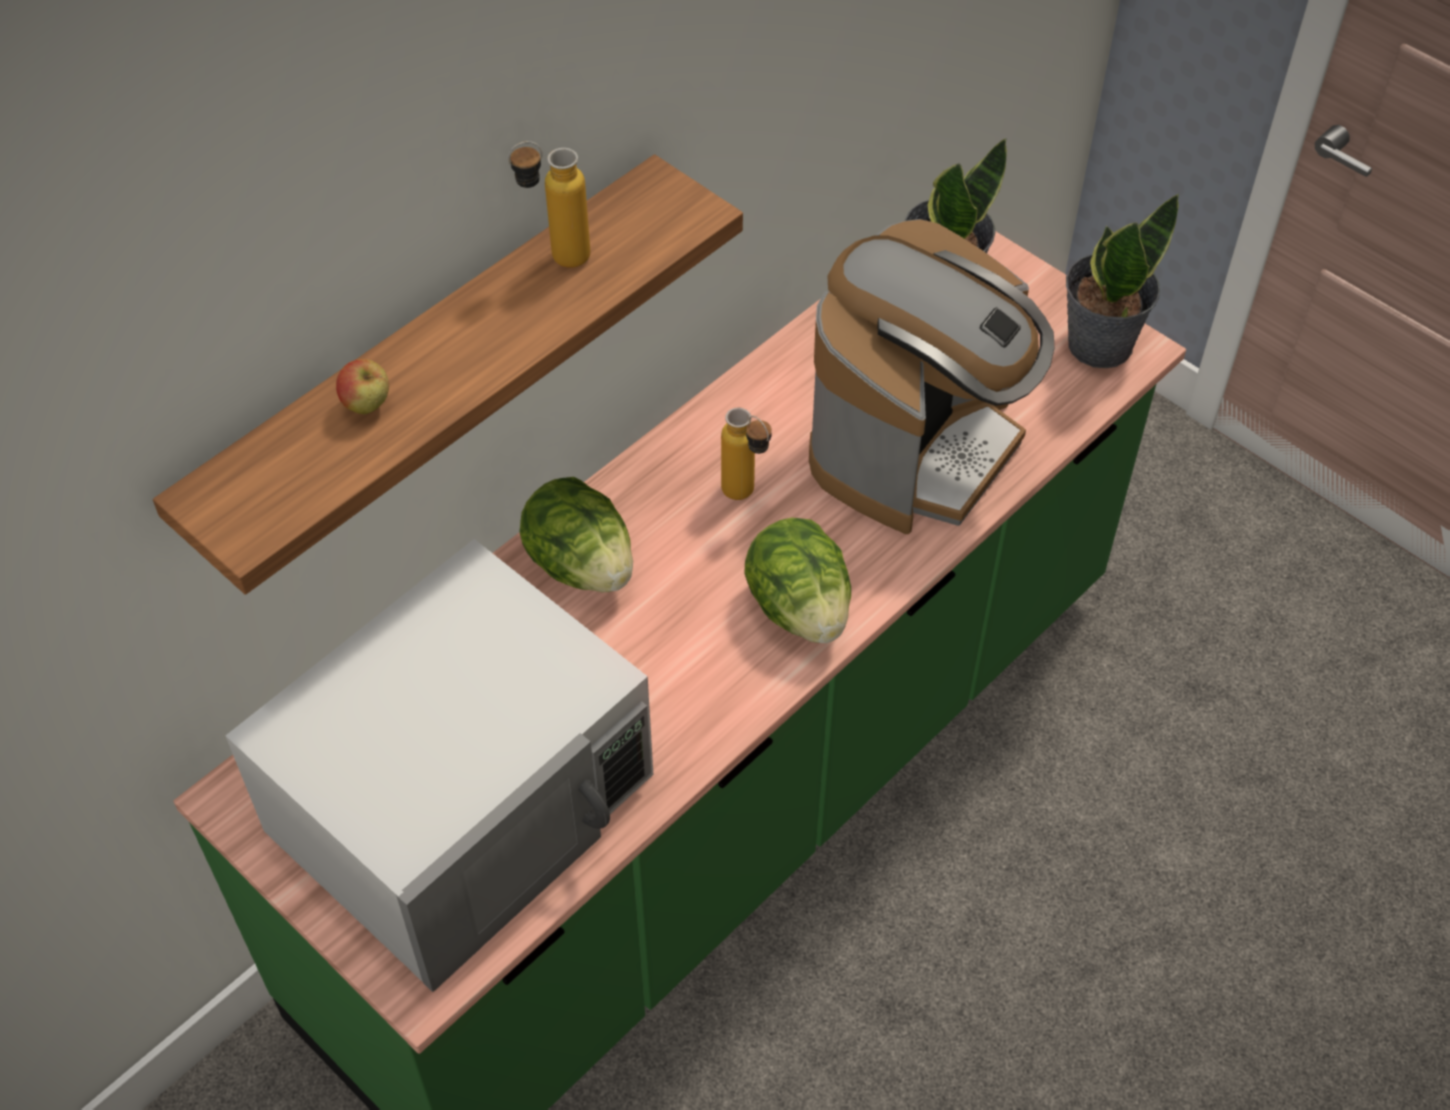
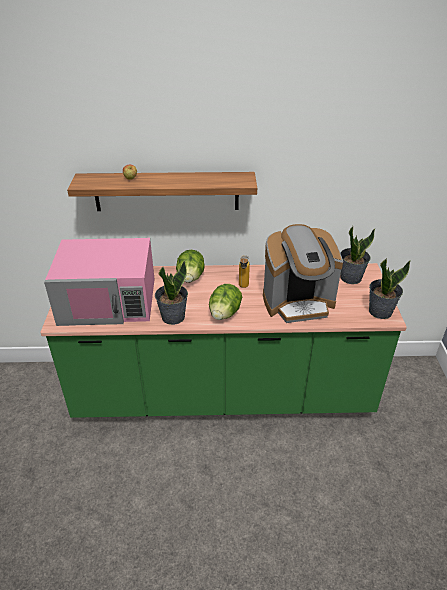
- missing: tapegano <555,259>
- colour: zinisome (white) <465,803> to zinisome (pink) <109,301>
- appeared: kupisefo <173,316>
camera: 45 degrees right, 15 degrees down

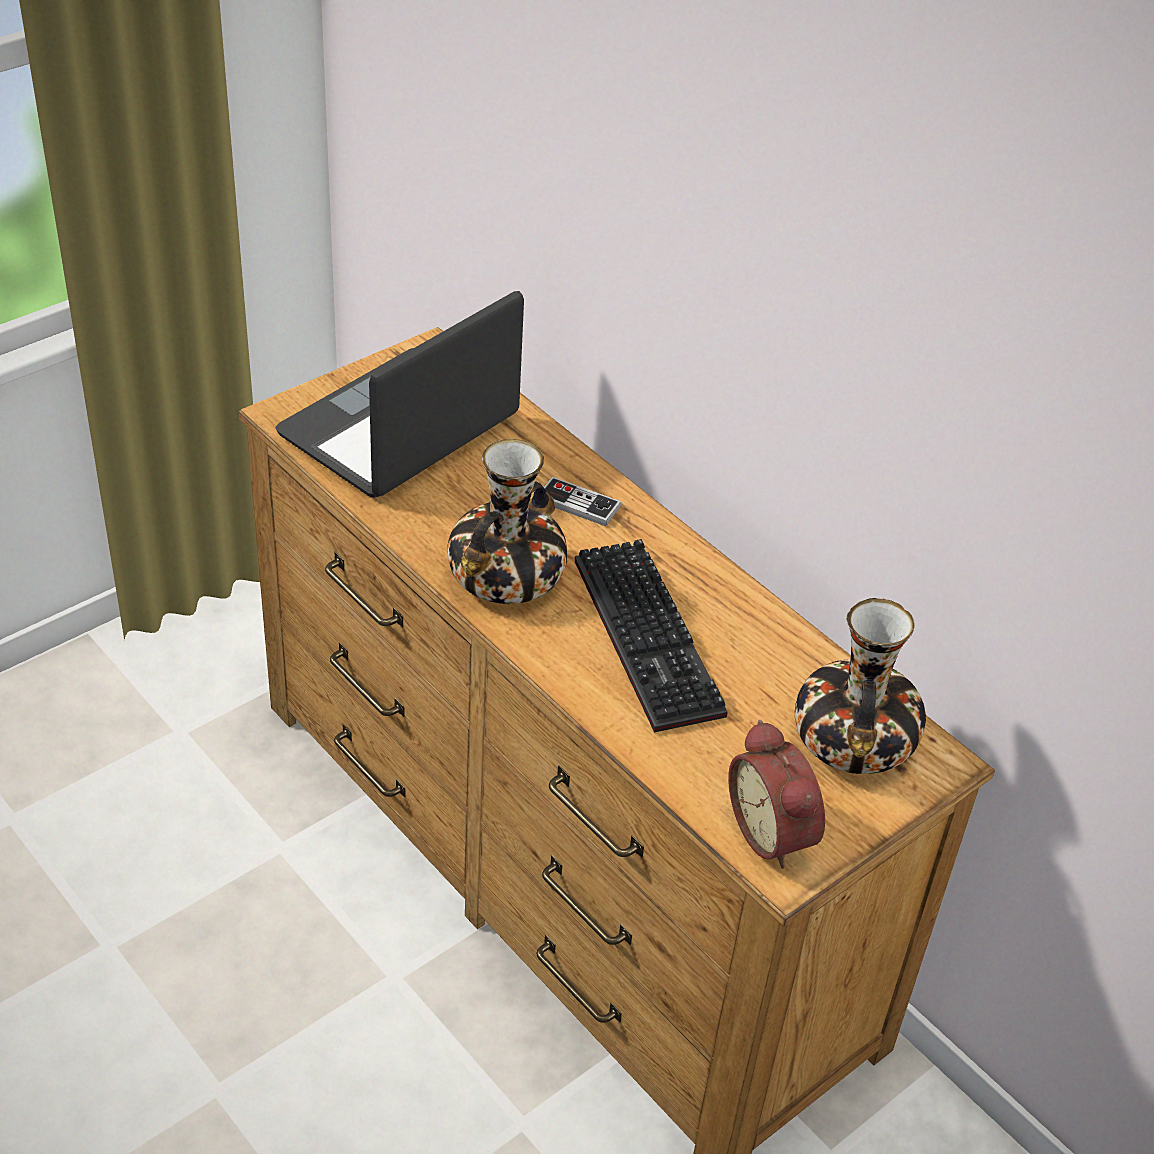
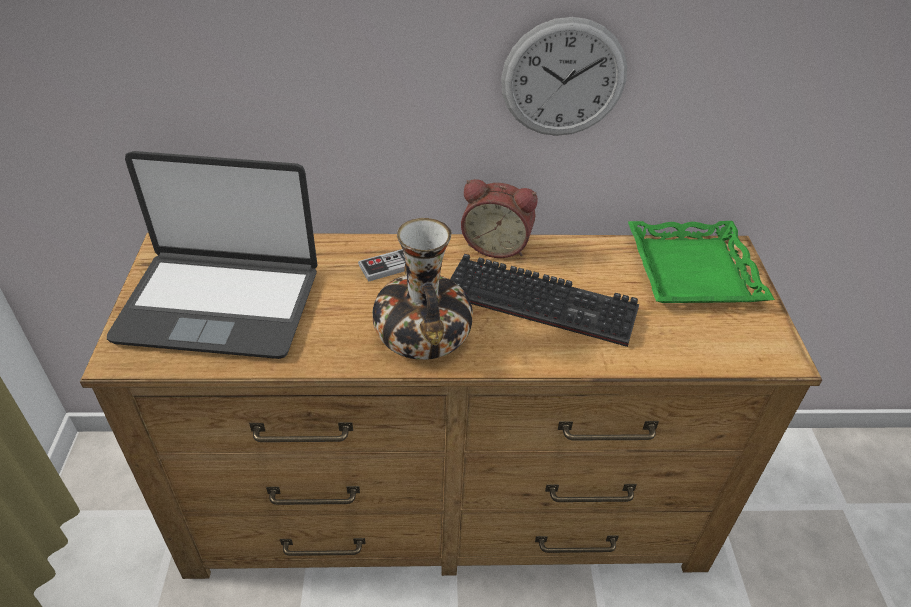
- spun: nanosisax <401,428> = <220,304> 75 degrees counterclockwise
- exchanged: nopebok <853,741> to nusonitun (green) <694,271>
- relocated: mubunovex <775,832> to <497,245>
- appeared: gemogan <563,79>
camera: 50 degrees left, 0 degrees up

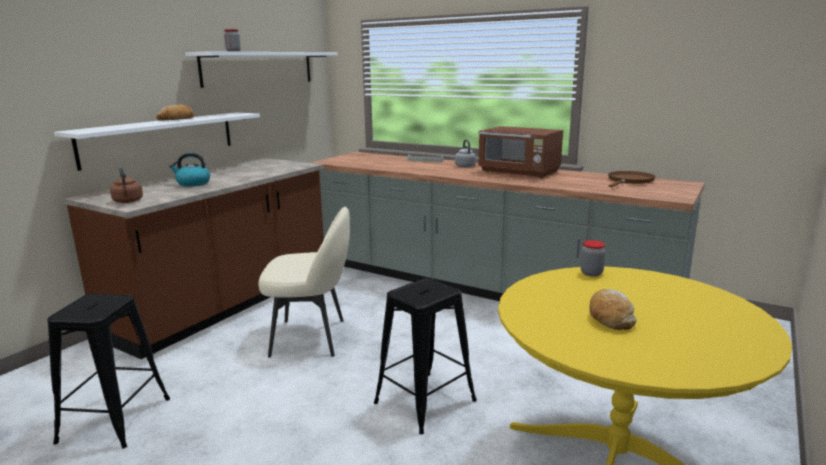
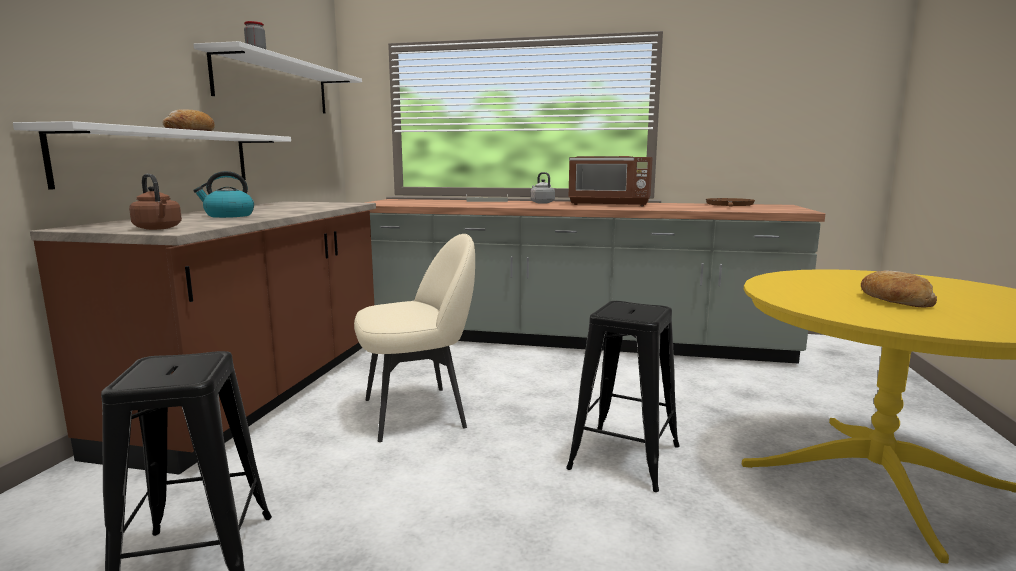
- missing: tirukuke <591,273>
camera: 20 degrees left, 5 degrees down

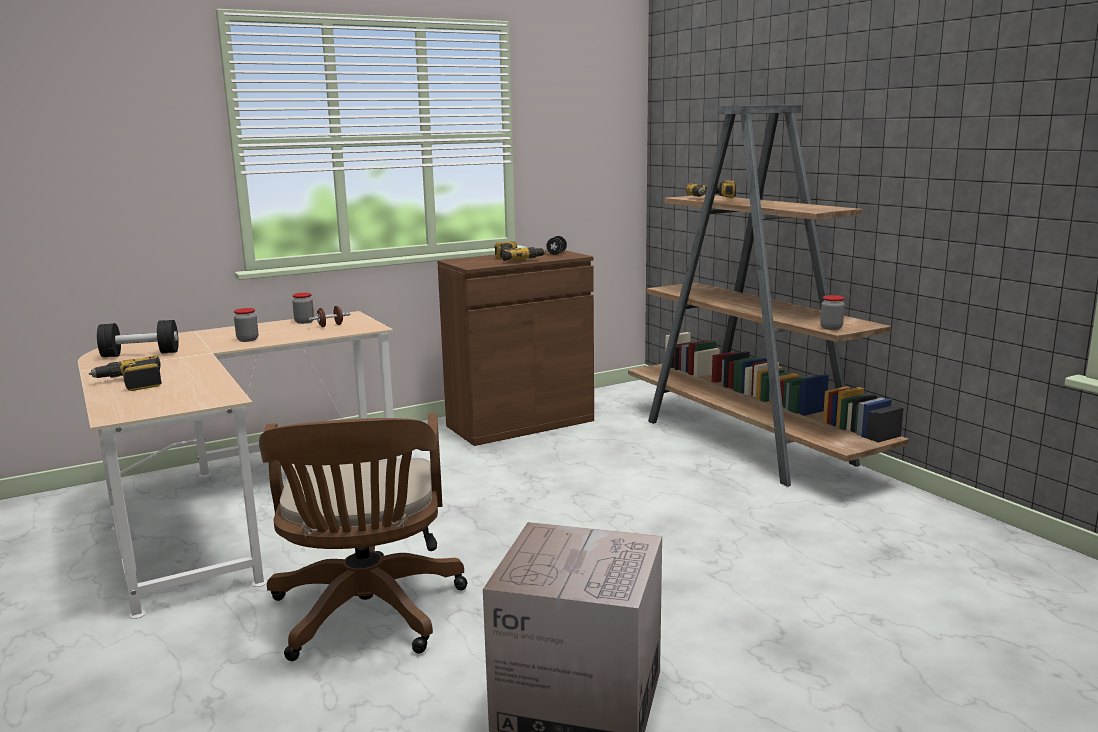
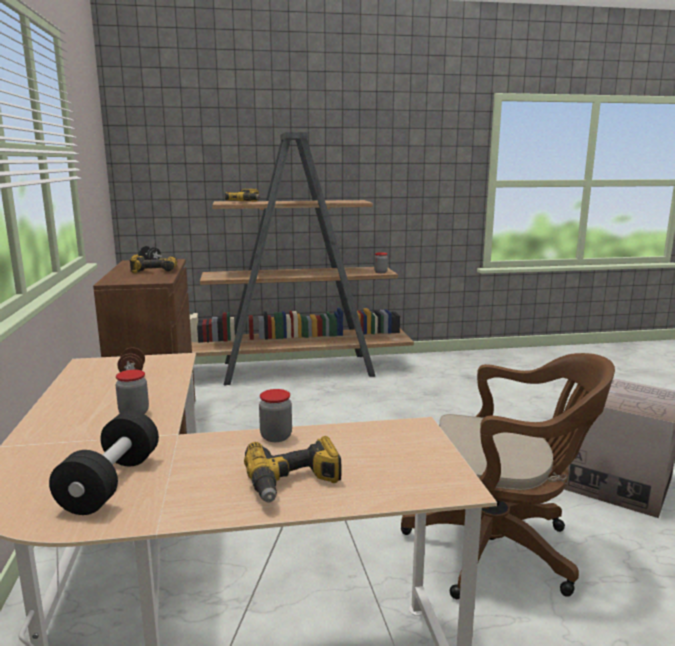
- relocated: tirukuke <304,322> to <276,437>
camera: 70 degrees left, 0 degrees up

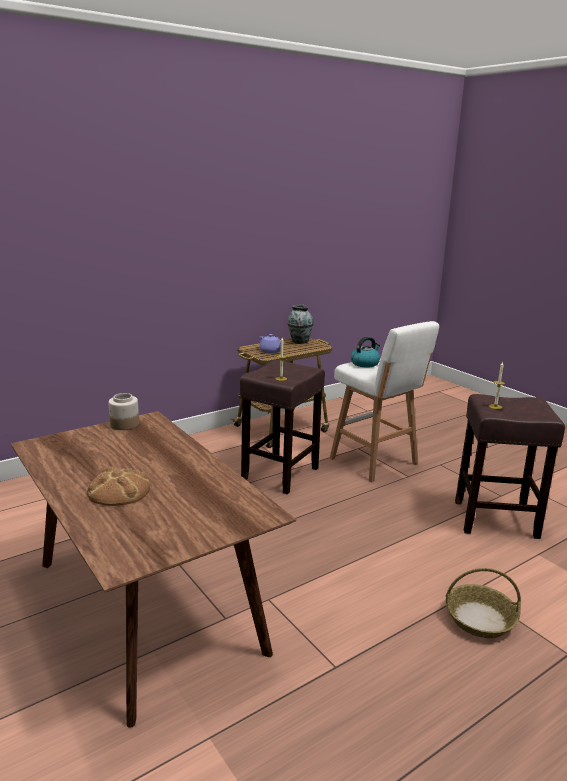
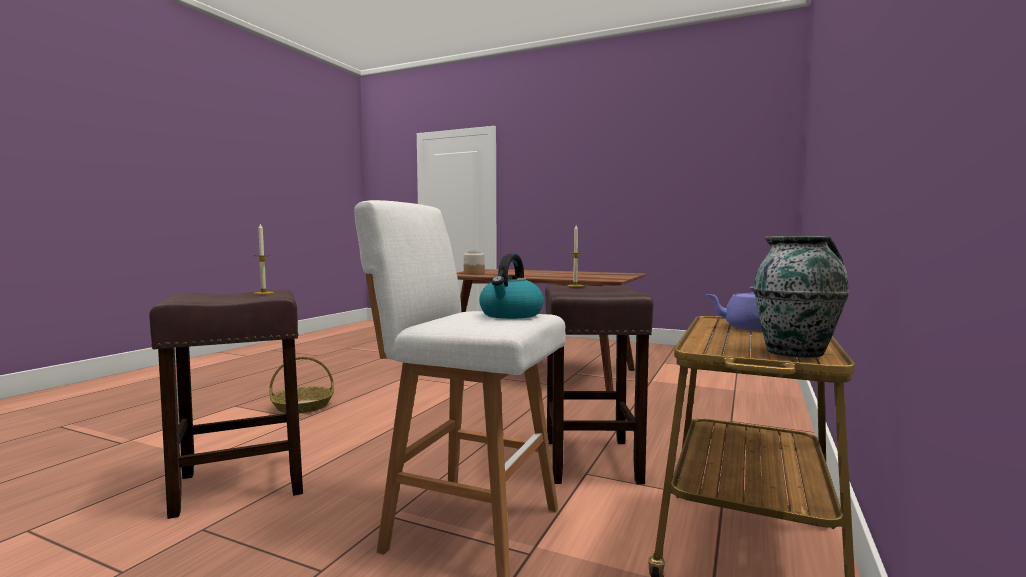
- relocated: tirukuke <124,425> to <474,273>
- missing: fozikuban <119,490>
camera: 150 degrees right, 15 degrees down

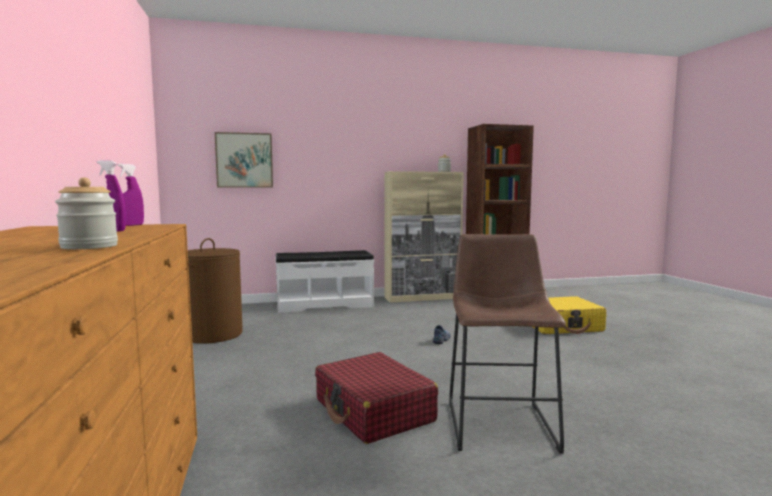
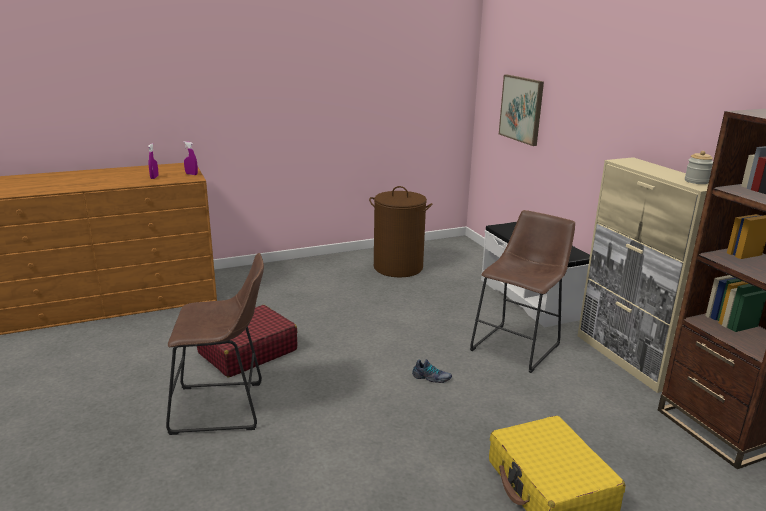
- missing: tirukuke <89,246>
- appeared: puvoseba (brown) <518,345>
camera: 80 degrees right, 15 degrees up

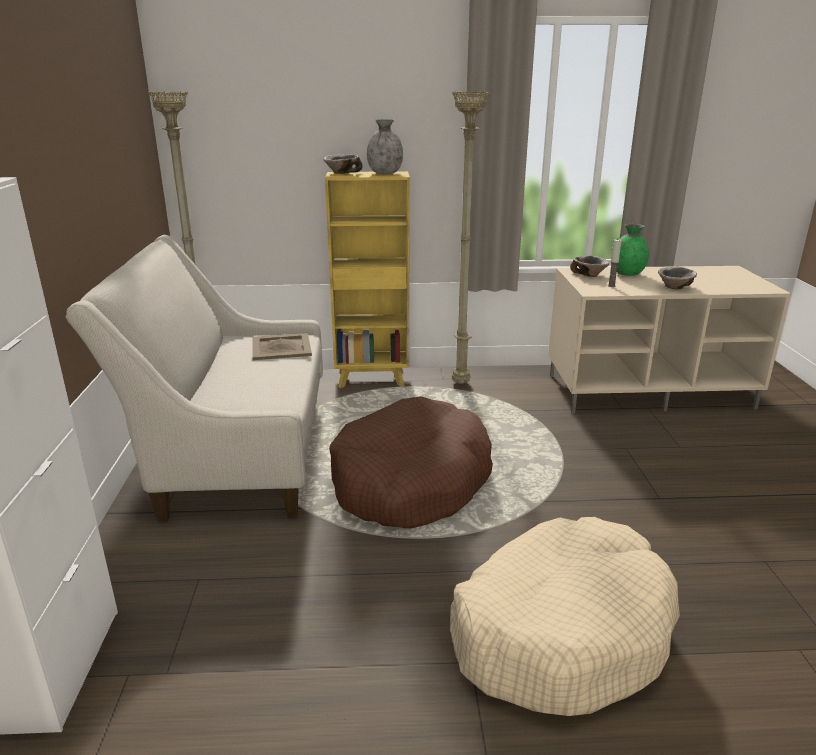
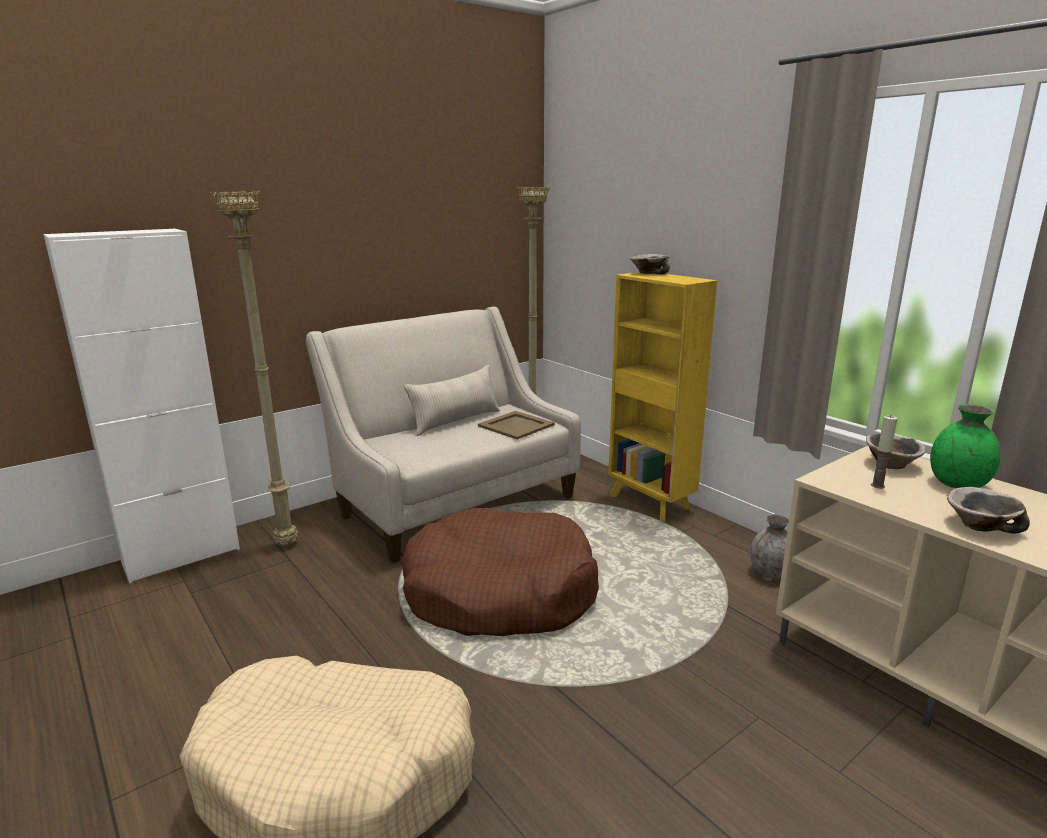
- relocated: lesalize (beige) <461,384> to <285,545>
- relocated: nopebok (grey) <385,173> to <770,573>
- appeared: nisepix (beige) <456,421>
camera: 55 degrees right, 5 degrees down

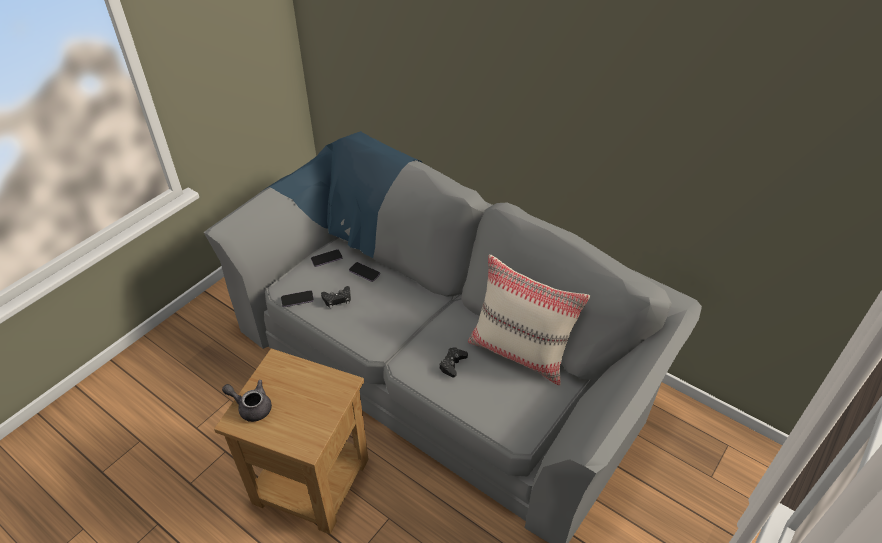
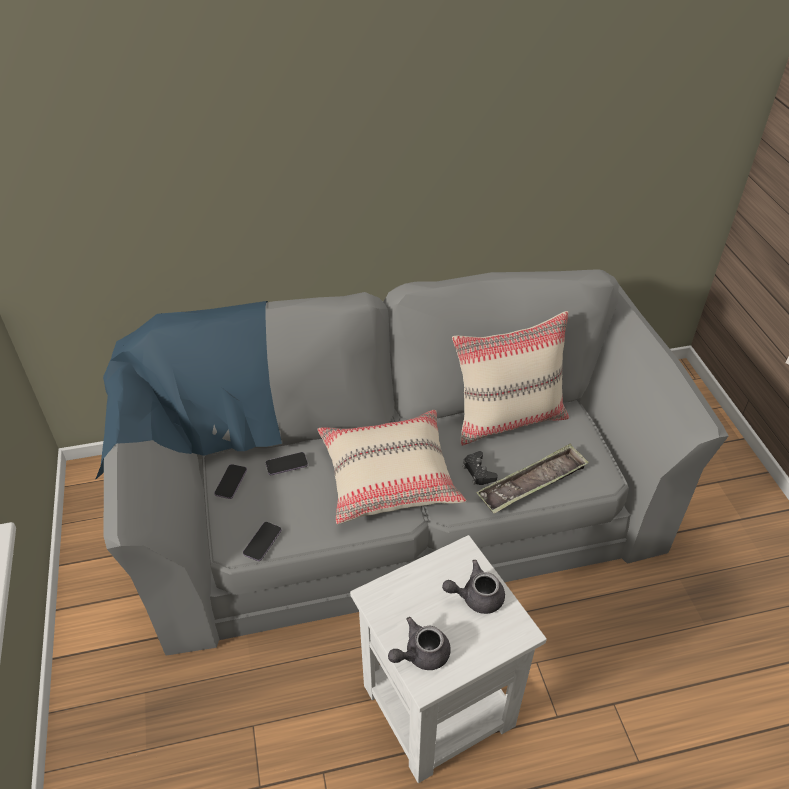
- missing: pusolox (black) <337,299>
- colour: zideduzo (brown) <310,481> to zideduzo (white) <437,707>
- appeared: nisepix (beige) <389,476>
- appeared: nusonitun <532,483>
- appeared: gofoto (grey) <476,596>
camera: 50 degrees left, 0 degrees up

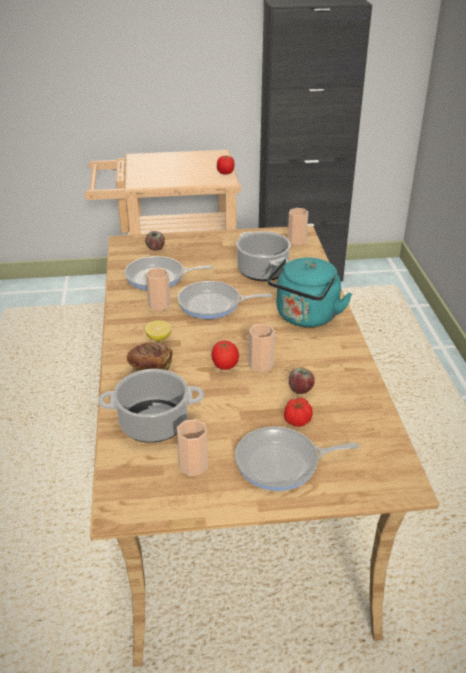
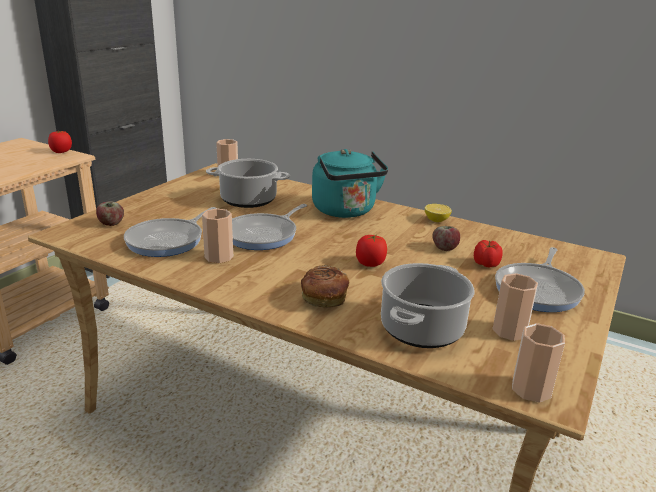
- relocated: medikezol <158,338> to <436,220>
- relocated: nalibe <260,364> to <531,389>
camera: 55 degrees left, 10 degrees down

